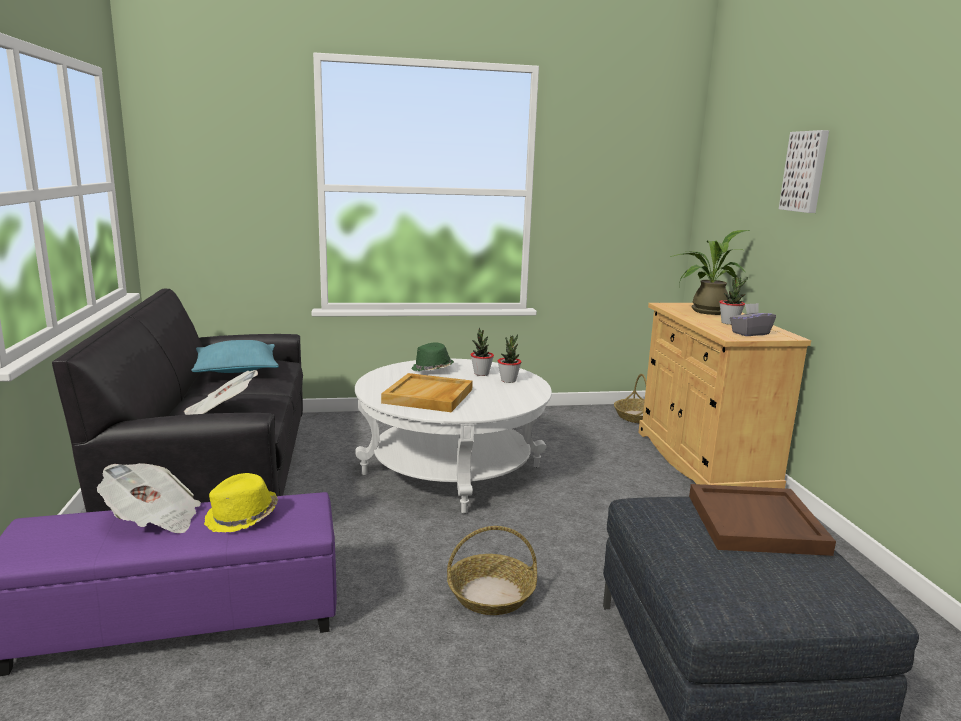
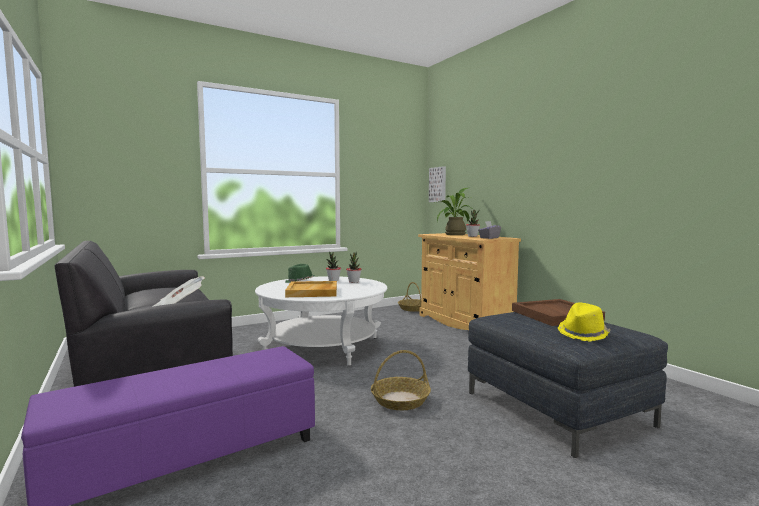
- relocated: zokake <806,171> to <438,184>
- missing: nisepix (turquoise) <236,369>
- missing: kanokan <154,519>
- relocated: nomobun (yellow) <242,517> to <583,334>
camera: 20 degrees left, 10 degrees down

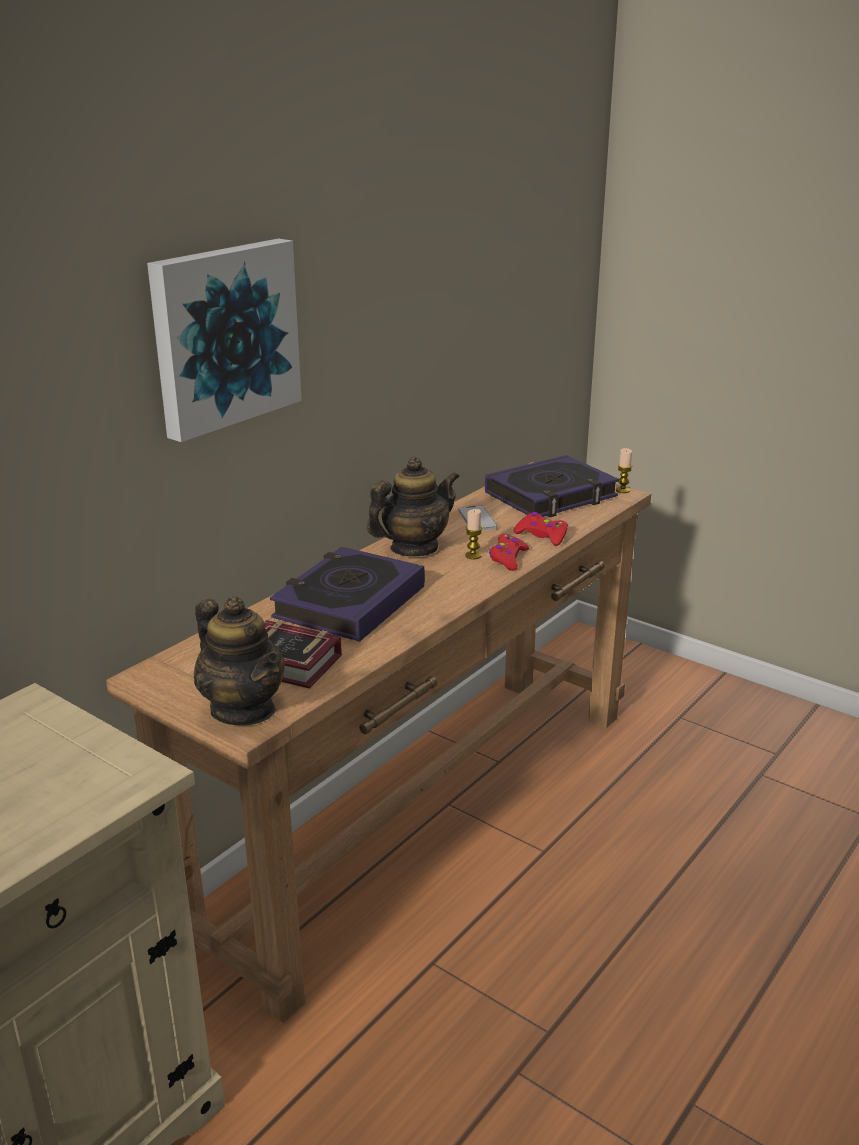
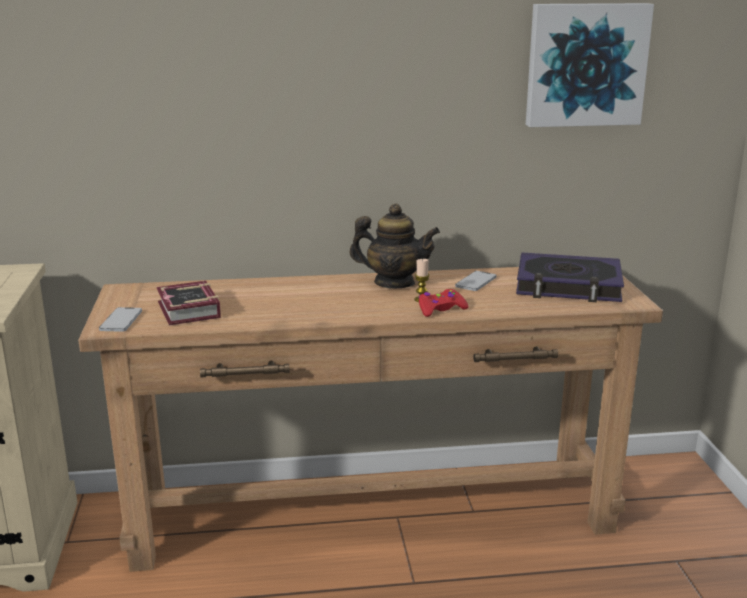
- relocated: zokake <223,336> to <585,64>
- missing: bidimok <622,490>
- missing: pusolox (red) <542,535>
- missing: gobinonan <349,602>
- exchanged: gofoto <243,709> to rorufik <121,321>
camera: 45 degrees right, 5 degrees down

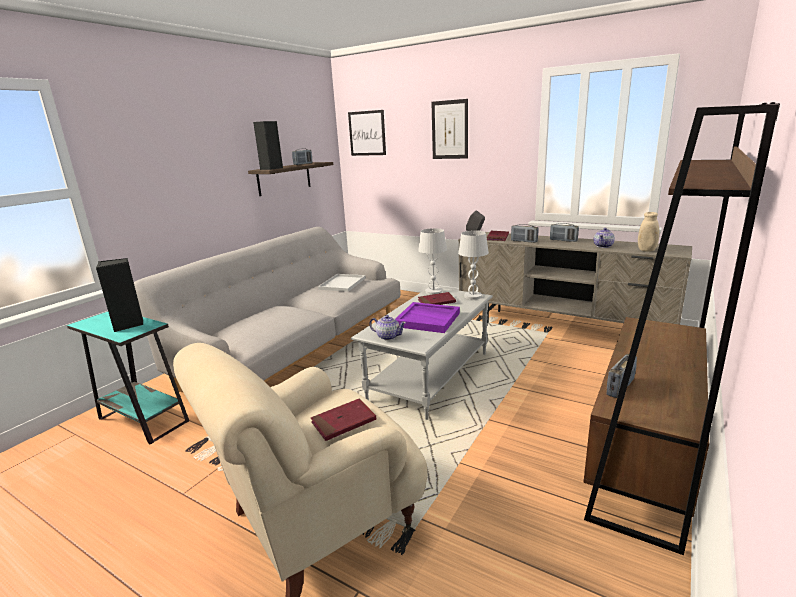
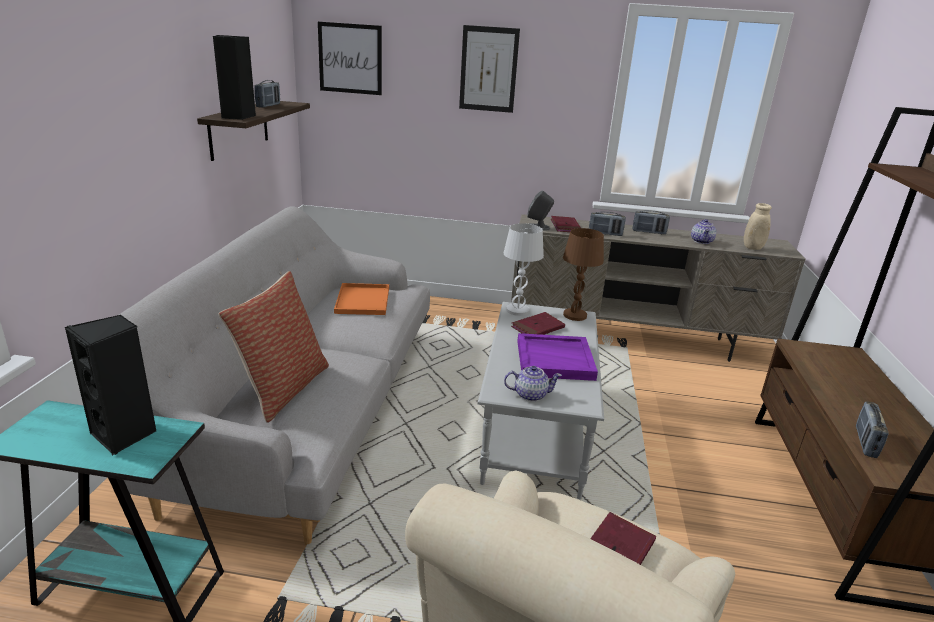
- colour: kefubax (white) <473,296> to kefubax (brown) <574,315>
- colour: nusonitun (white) <342,284> to nusonitun (orange) <363,301>
- appeared: nisepix <283,388>
camera: 25 degrees left, 5 degrees up

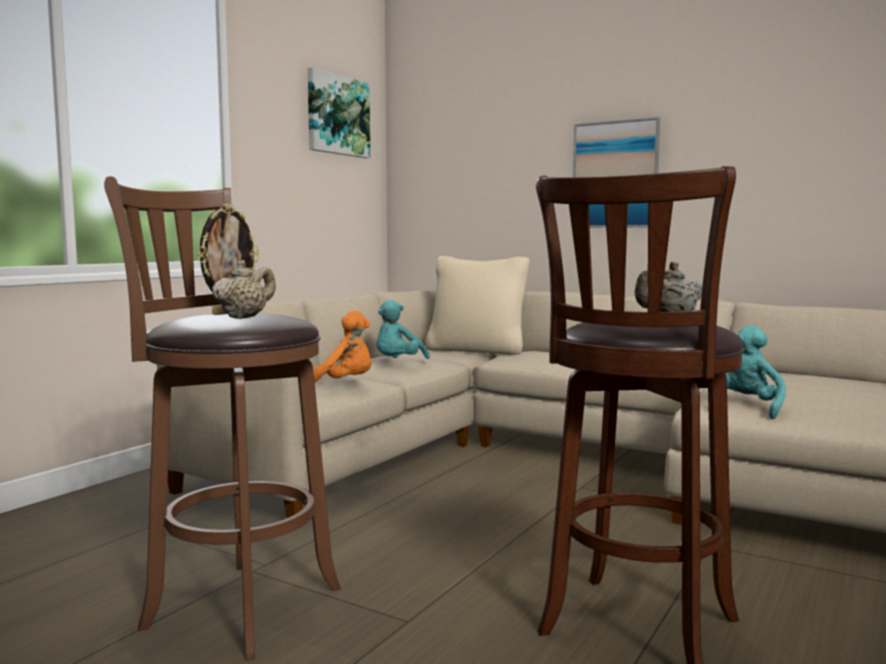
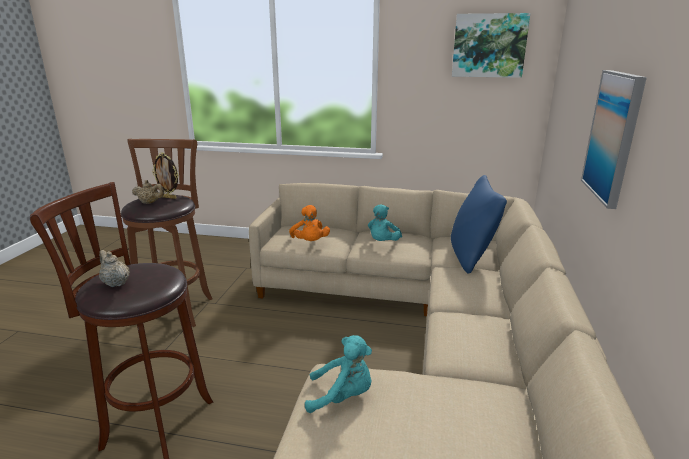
- colour: nisepix (beige) <477,350> to nisepix (blue) <471,256>
- spun: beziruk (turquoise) <397,363> = <383,242> 75 degrees counterclockwise
camera: 70 degrees right, 15 degrees up

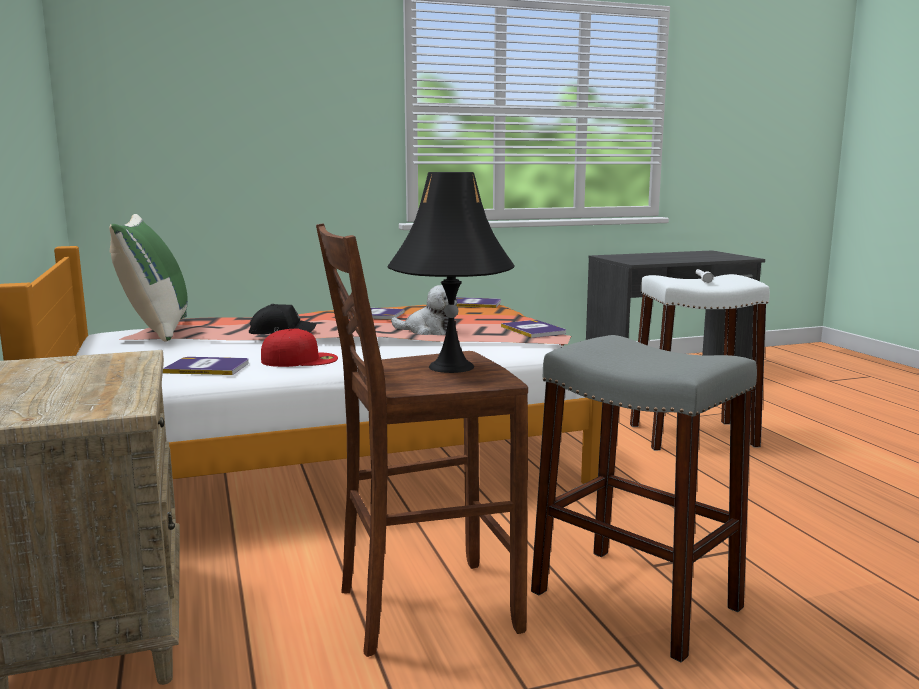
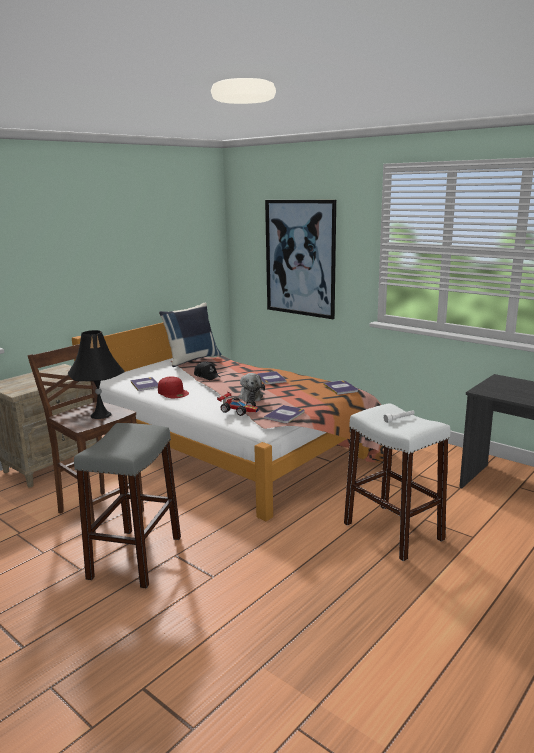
- colour: nisepix (green) <156,329> to nisepix (blue) <192,359>
- appeared: zokake <300,258>
- appeared: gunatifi <239,410>
camera: 60 degrees right, 5 degrees up

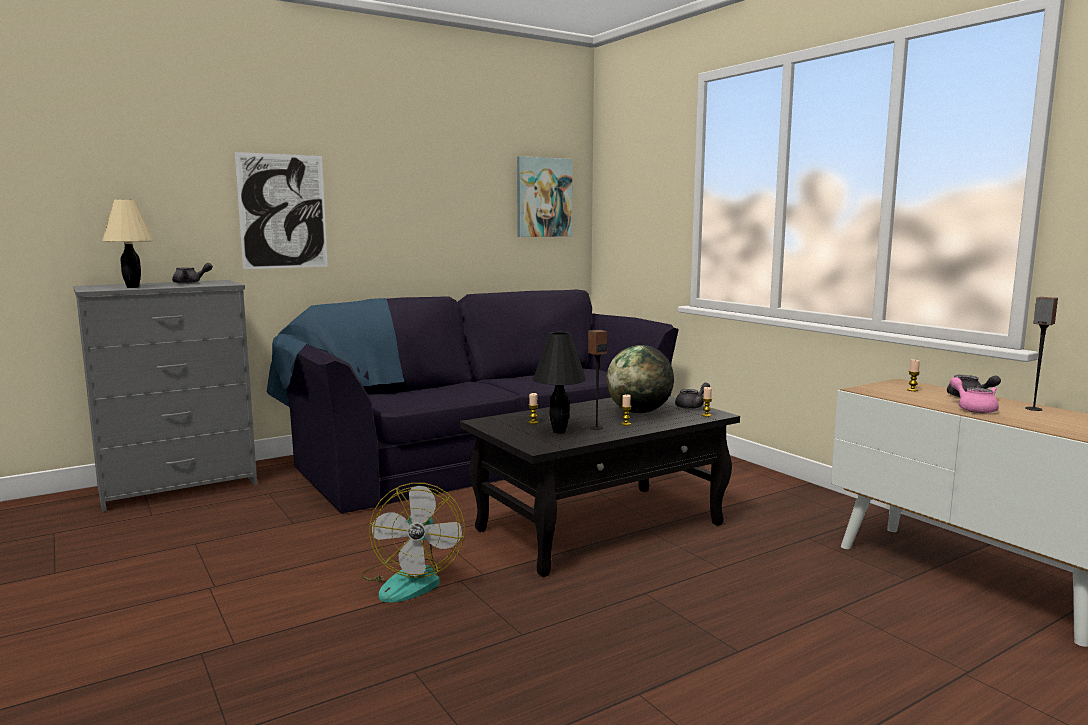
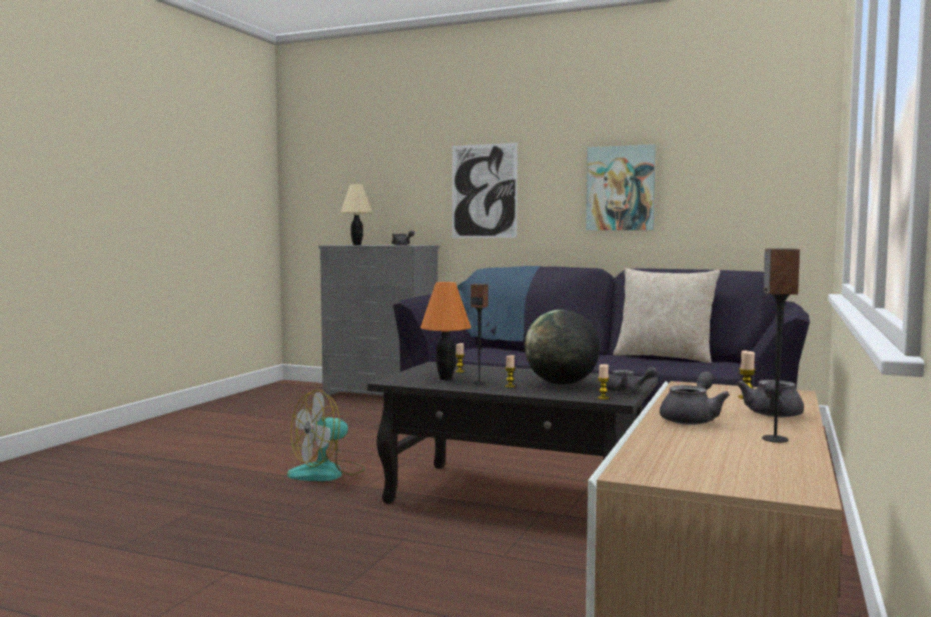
- relocated: zokake <543,197> to <620,188>
- colour: kefubax (black) <559,431> to kefubax (orange) <446,378>
- colour: gofoto (pink) <973,409> to gofoto (grey) <692,419>
- appeared: nisepix (beige) <664,357>
camera: 55 degrees right, 5 degrees down

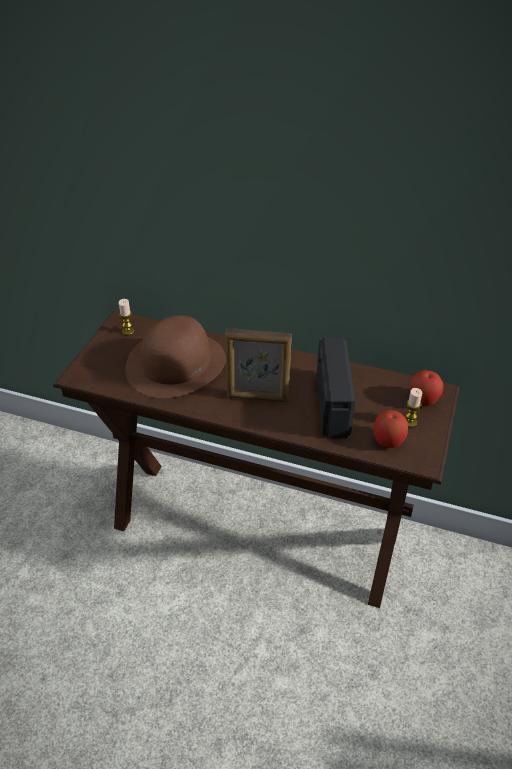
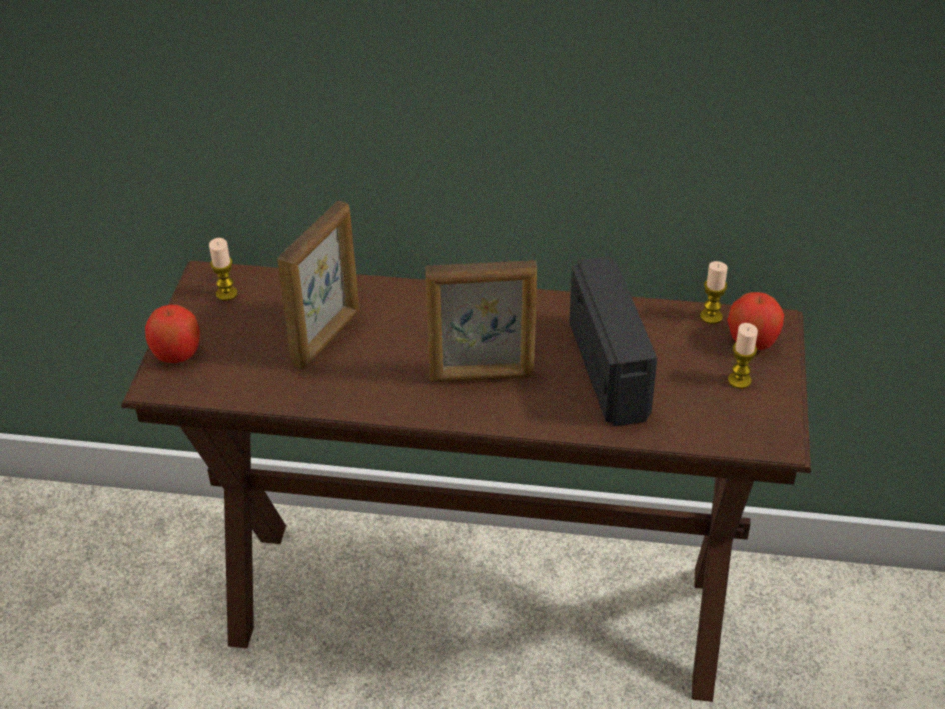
- exchanged: nomobun (brown) <176,363> to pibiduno <327,338>
- relocated: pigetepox <388,441> to <177,354>
- appeared: bidimok <711,316>
camera: 10 degrees left, 0 degrees up

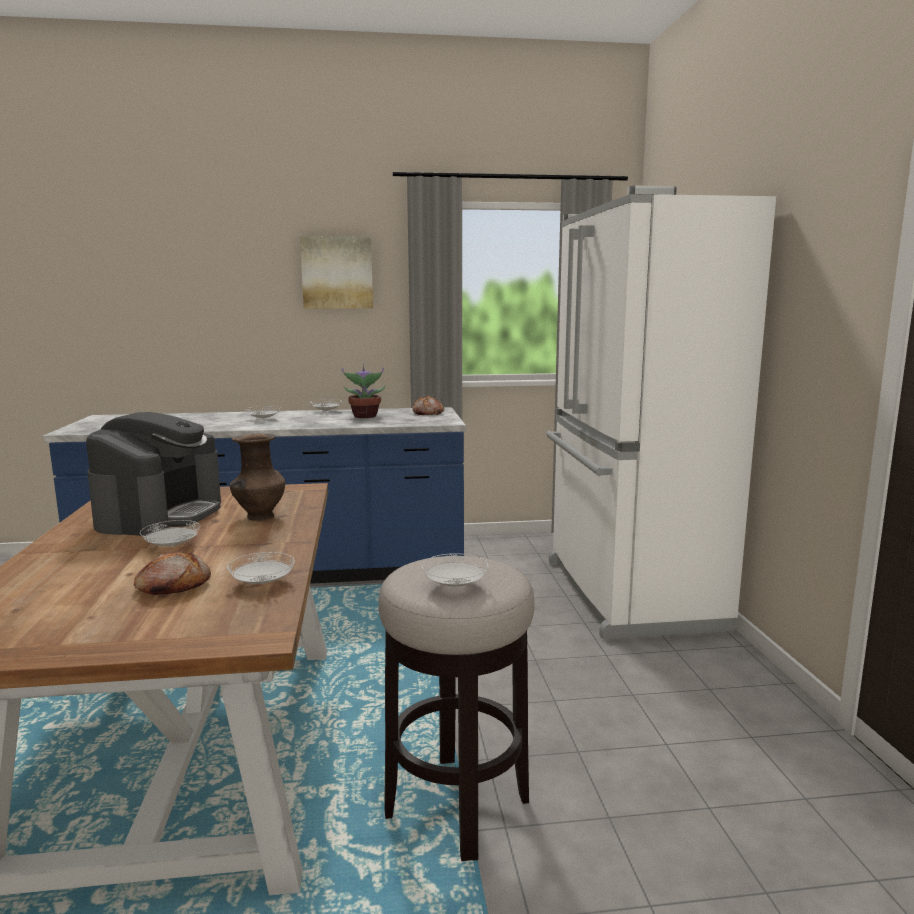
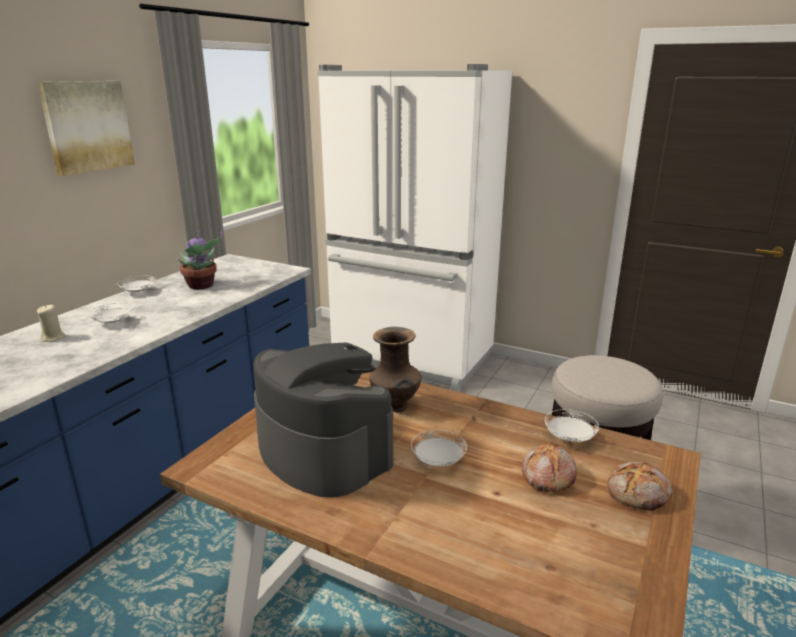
- relocated: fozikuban <427,413> to <639,494>
- missing: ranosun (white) <454,586>
- appeared: bidimok (beige) <53,337>
camera: 55 degrees left, 10 degrees up

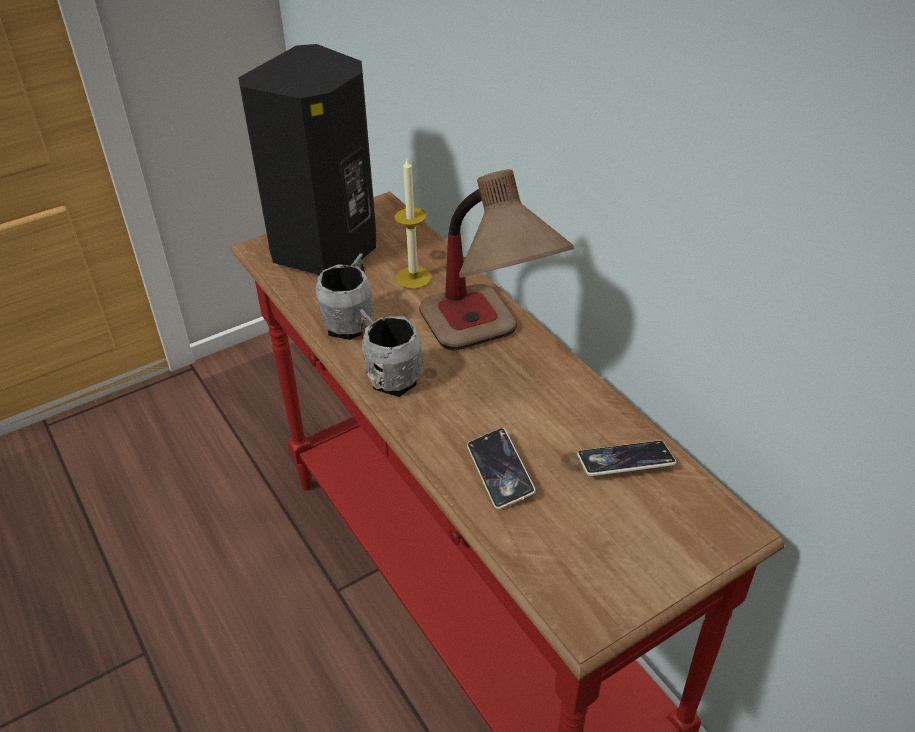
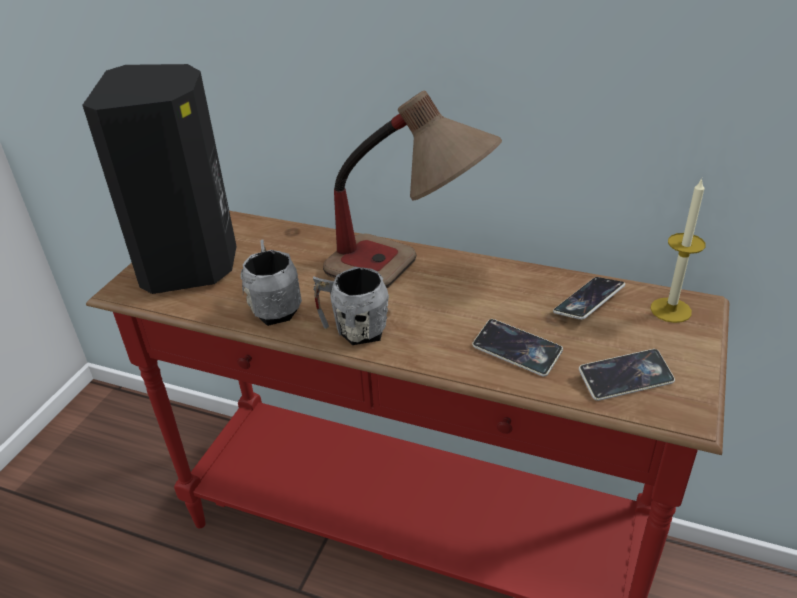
- relocated: bidimok <413,278> to <670,310>
- appeared: rorufik <625,379>
camera: 35 degrees left, 5 degrees down

